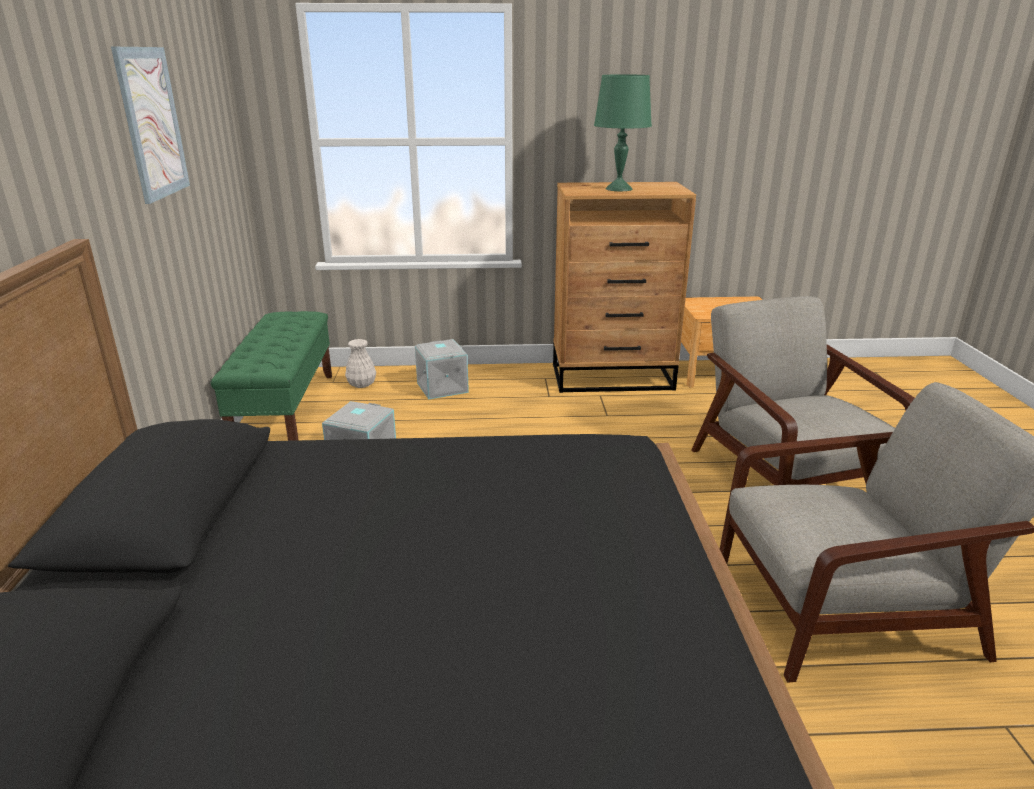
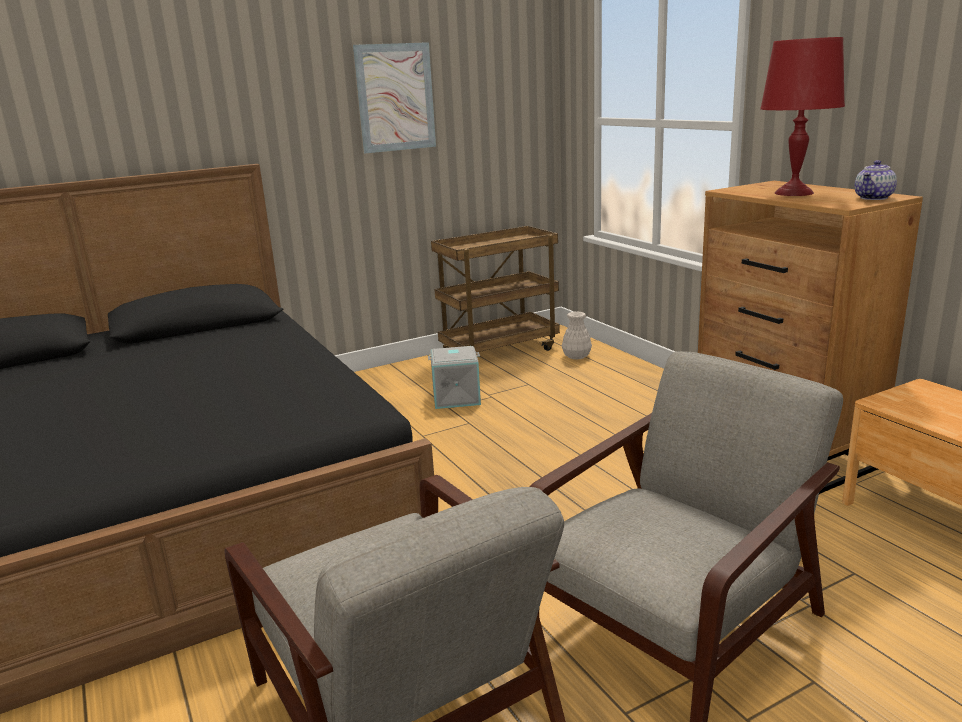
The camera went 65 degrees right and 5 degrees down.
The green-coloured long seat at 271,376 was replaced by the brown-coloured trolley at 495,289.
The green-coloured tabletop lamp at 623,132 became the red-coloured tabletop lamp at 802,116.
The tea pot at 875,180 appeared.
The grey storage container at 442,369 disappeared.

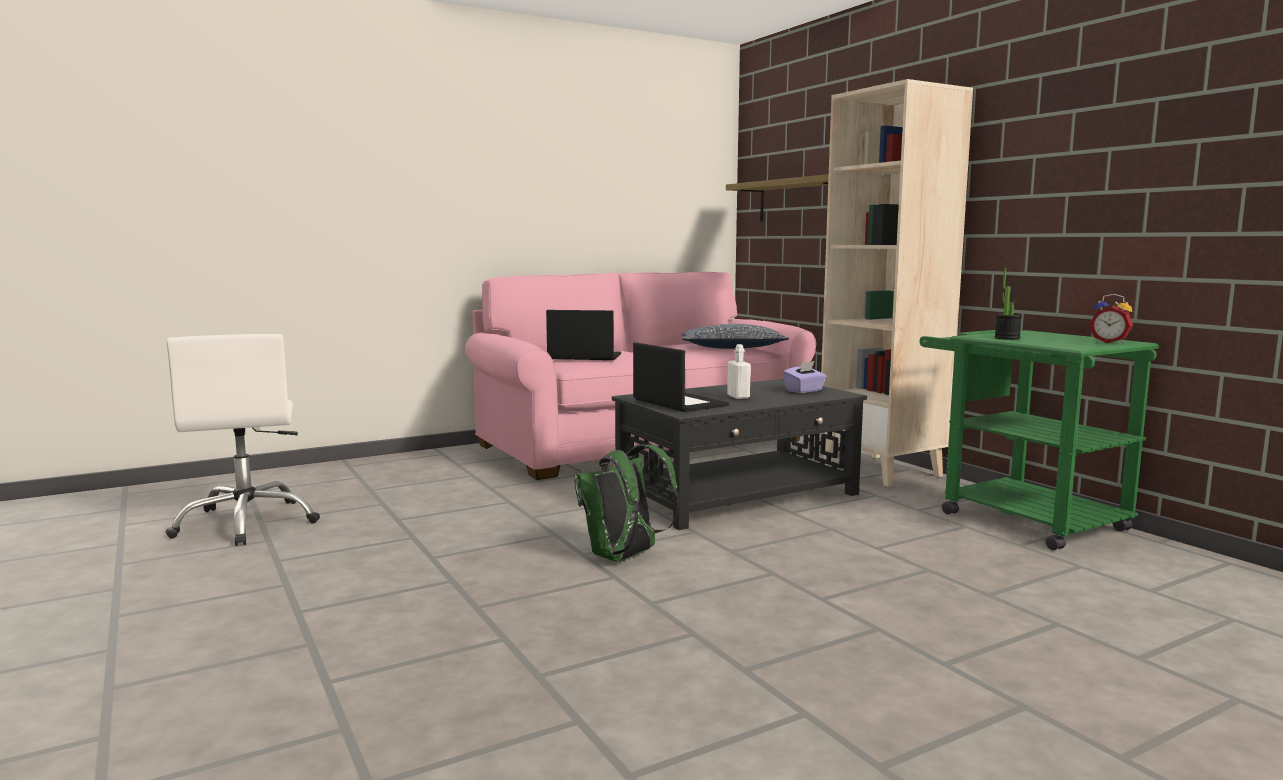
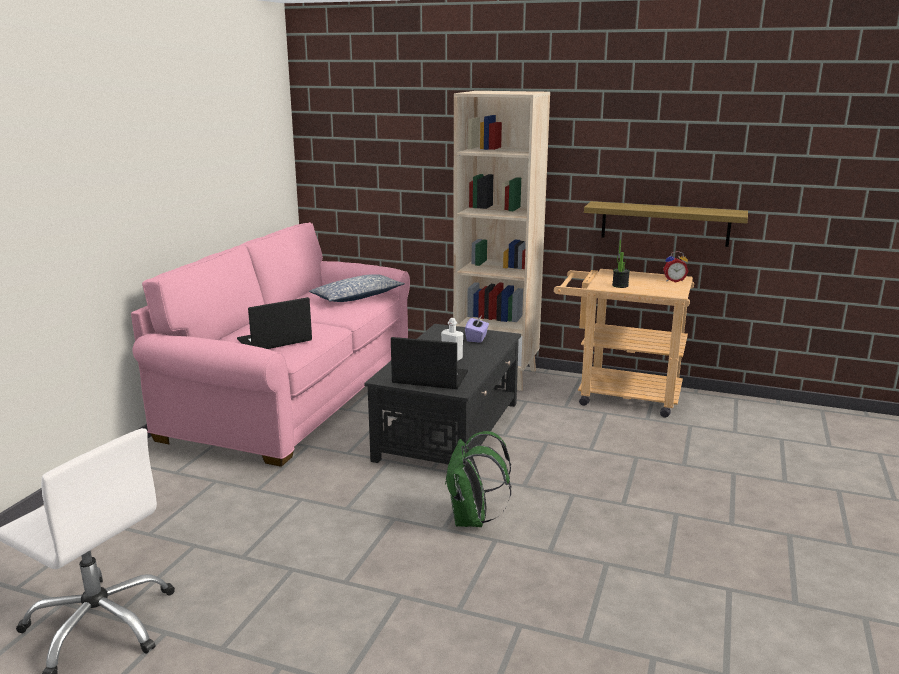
The camera went 40 degrees left and 10 degrees up.
The green-coloured trolley at 1039,440 became the beige-coloured trolley at 624,343.
The bracket shelf moved from 777,198 to 666,224.

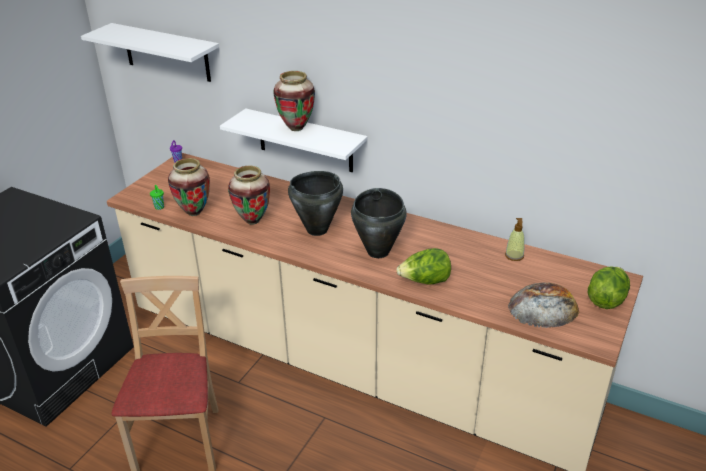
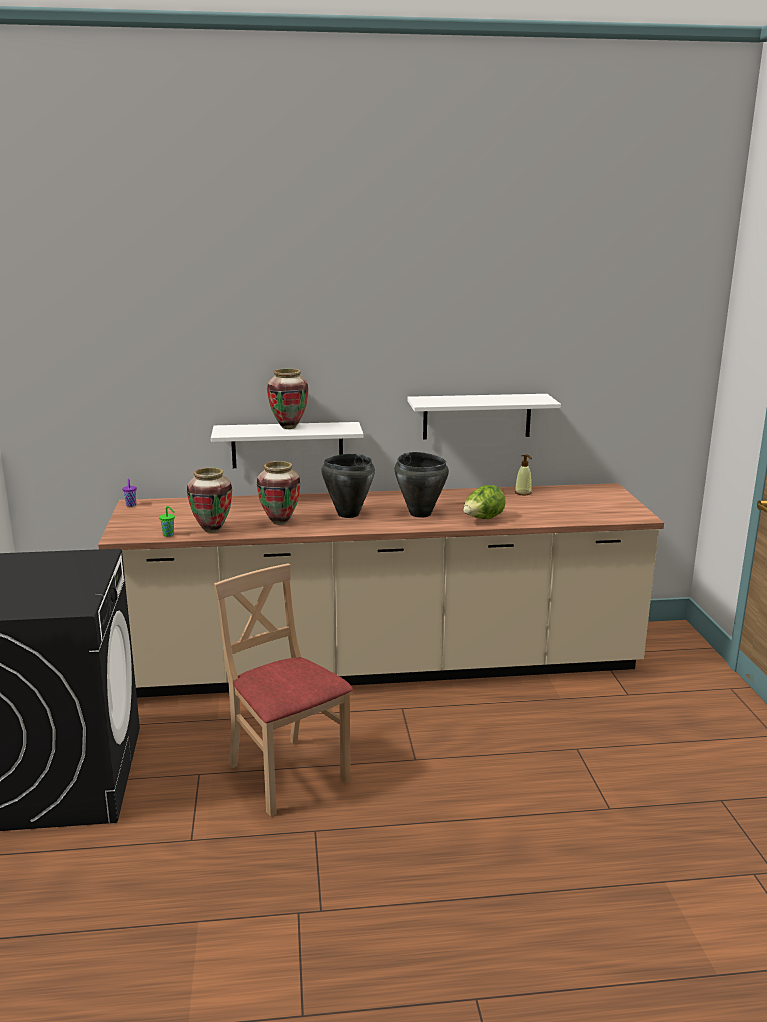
The camera went 35 degrees left and 15 degrees down.
The white bracket shelf moved from 150,52 to 484,416.
The baked bread at 543,305 disappeared.
The lettuce head at 609,287 disappeared.

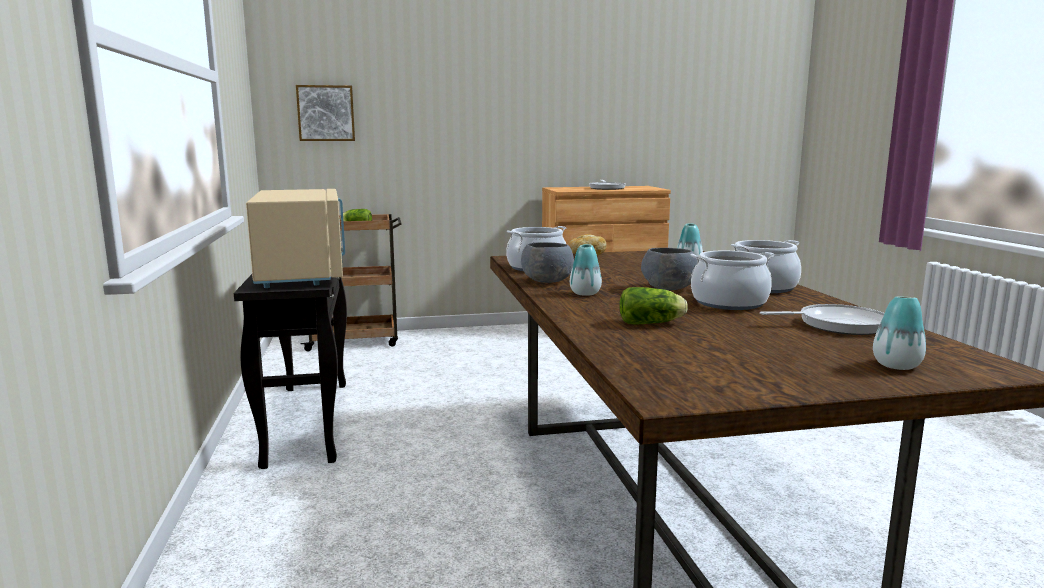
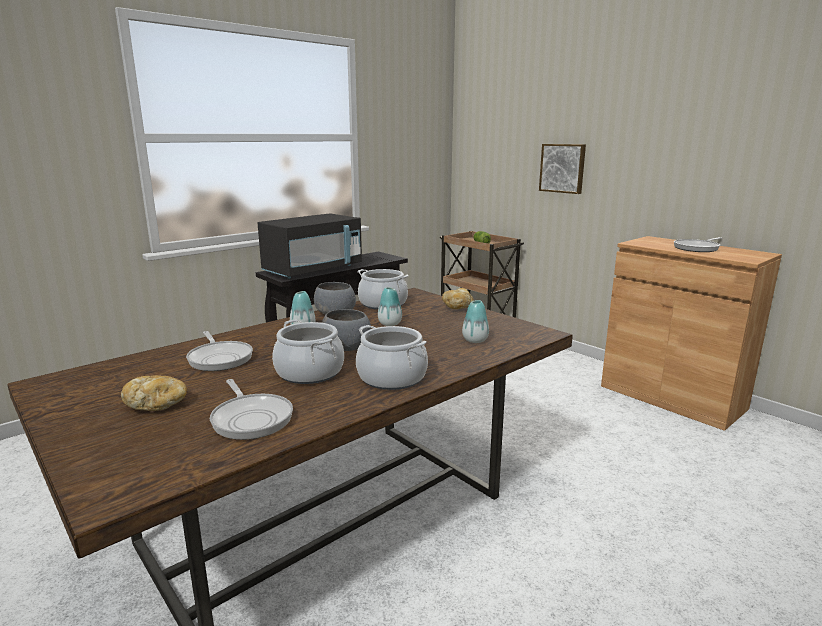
The camera went 60 degrees right and 5 degrees up.
The baked bread at 154,393 appeared.
The lettuce head at 653,305 was replaced by the frying pan at 219,351.
The beige-coloured kitchen microwave at 295,238 became the black-coloured kitchen microwave at 310,246.
The vase moved from 899,333 to 390,306.
The wall picture moved from 325,113 to 562,169.

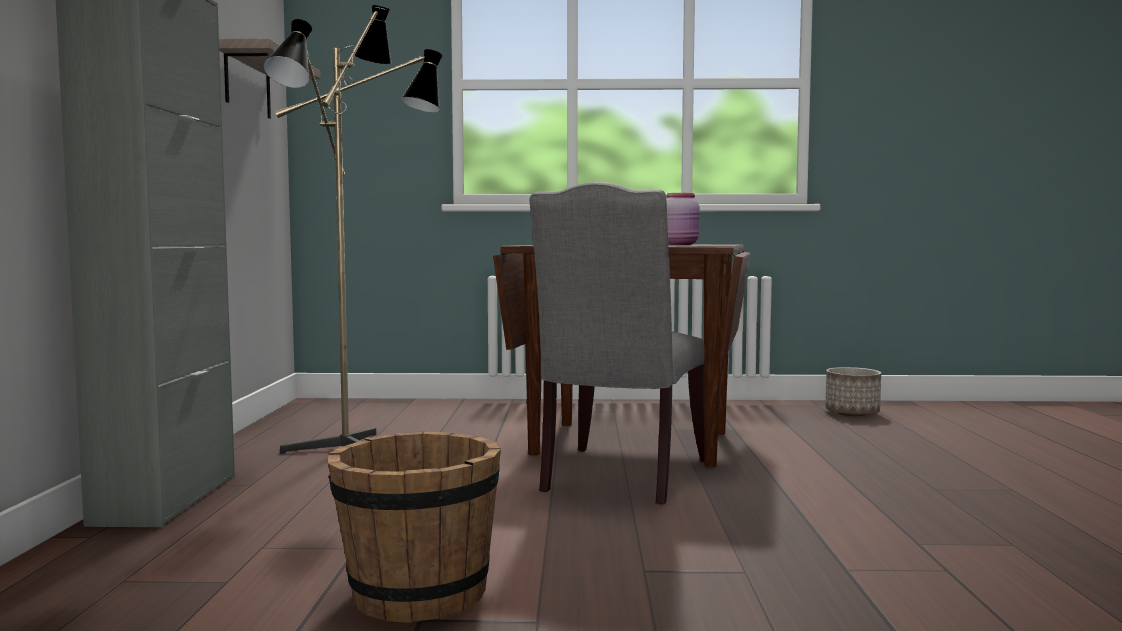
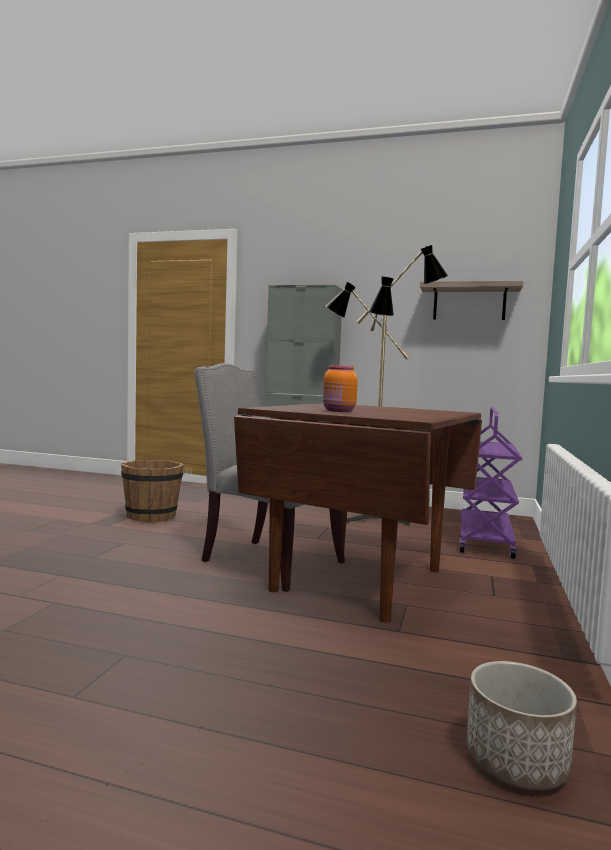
The camera went 105 degrees right and 0 degrees up.
The pinkish preserve jar at 683,219 became the orangey preserve jar at 340,388.
The purplish trolley at 490,483 appeared.

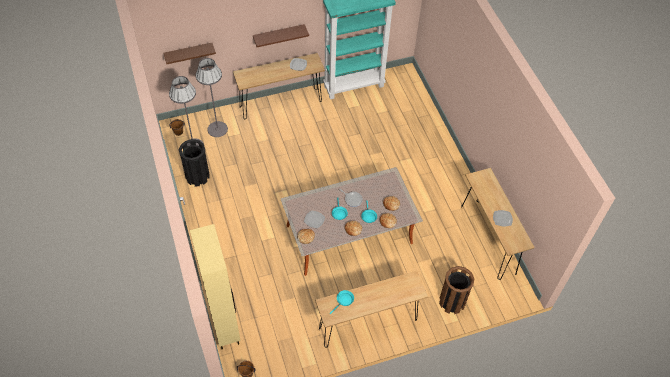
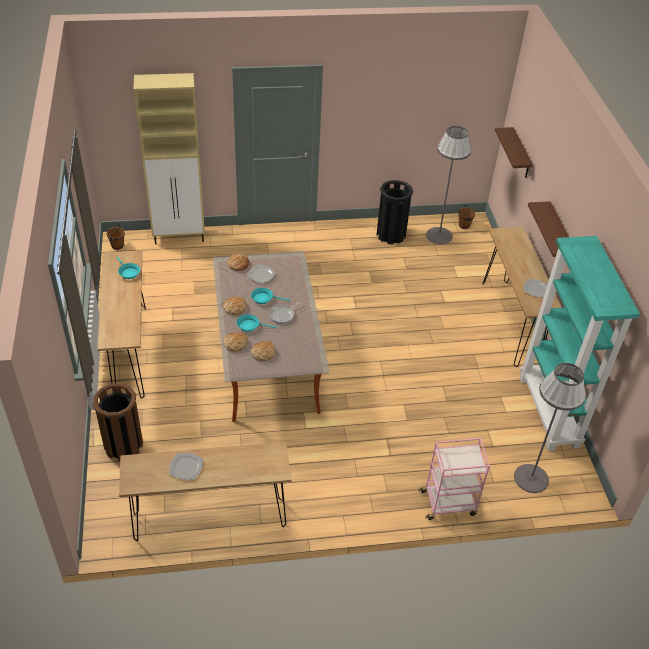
The camera went 100 degrees right and 10 degrees down.
The pinkish trolley at 454,479 appeared.
The grey standard lamp moved from 212,97 to 550,428.

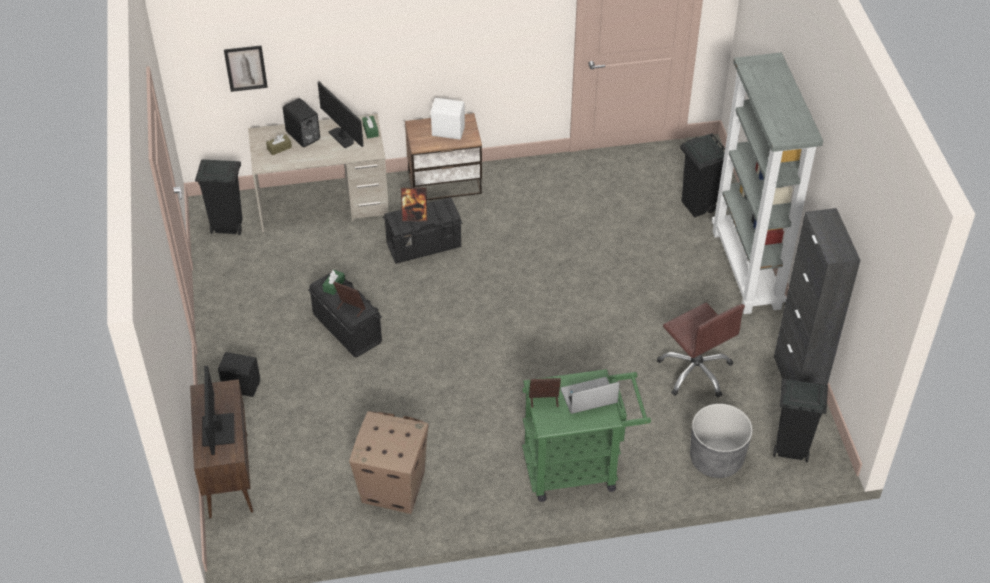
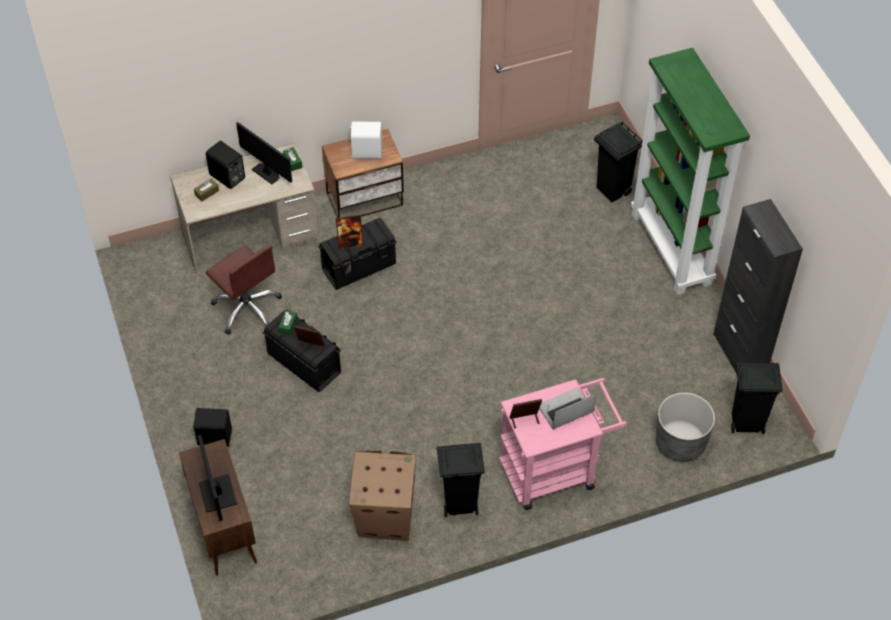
The camera went 10 degrees left and 5 degrees up.
The brown-coloured office chair moved from 701,350 to 243,290.
The black-coloured waste bin moved from 219,197 to 461,480.
The green-coloured trolley at 586,435 became the pinkish trolley at 563,444.
The grey shelving unit at 767,183 became the green-coloured shelving unit at 690,171.
The wall picture at 246,68 disappeared.

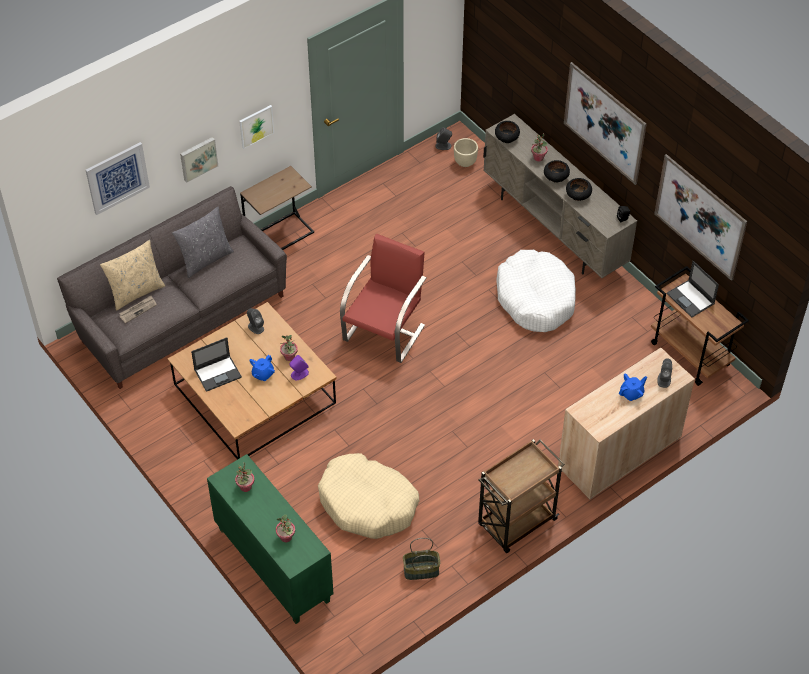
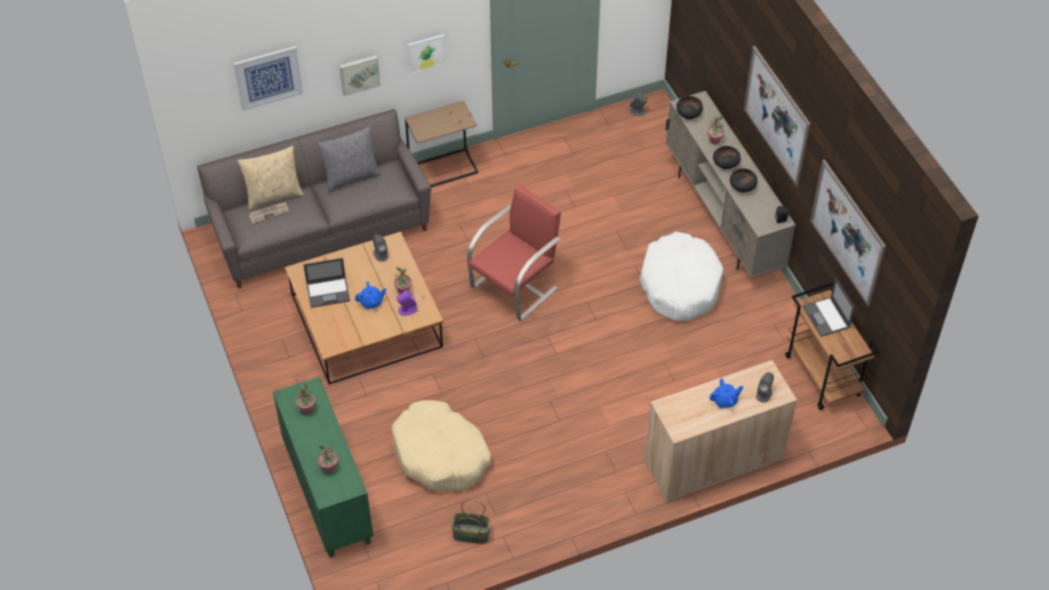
The camera went 15 degrees right and 0 degrees up.
The blue tea pot at 262,368 turned 150 degrees counterclockwise.
The beige-coloured planter at 466,152 disappeared.
The brown-coloured trolley at 521,496 disappeared.

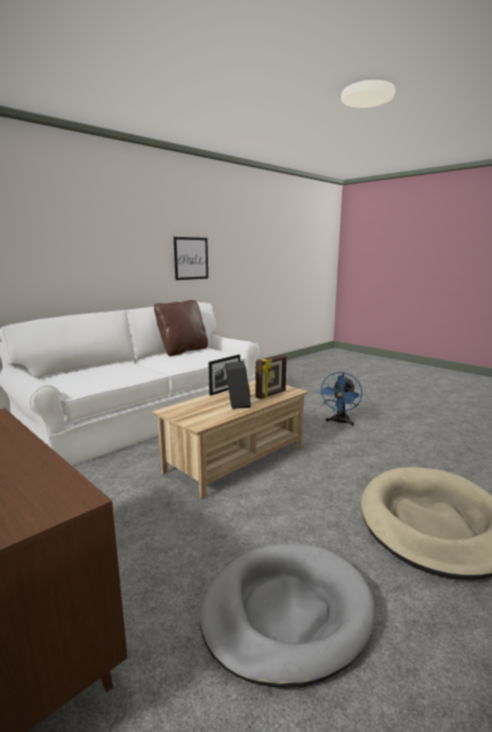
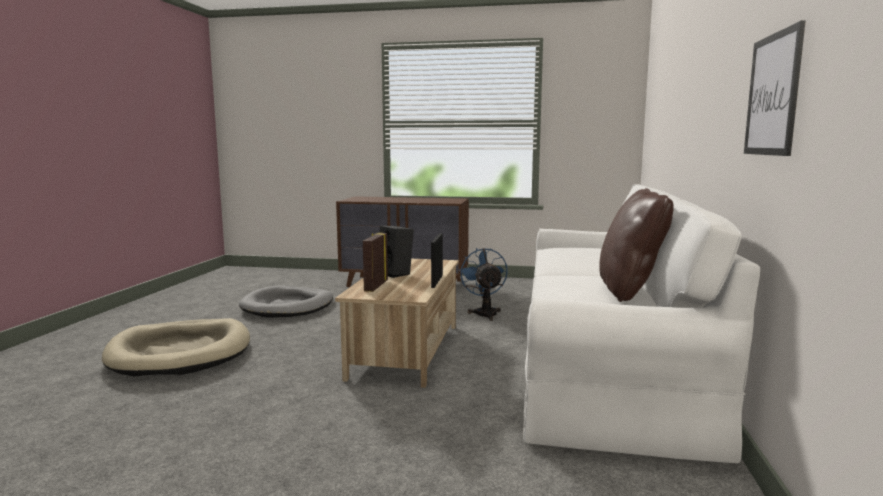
The camera went 145 degrees right and 5 degrees down.
The blue cooling fan moved from 340,399 to 483,284.

